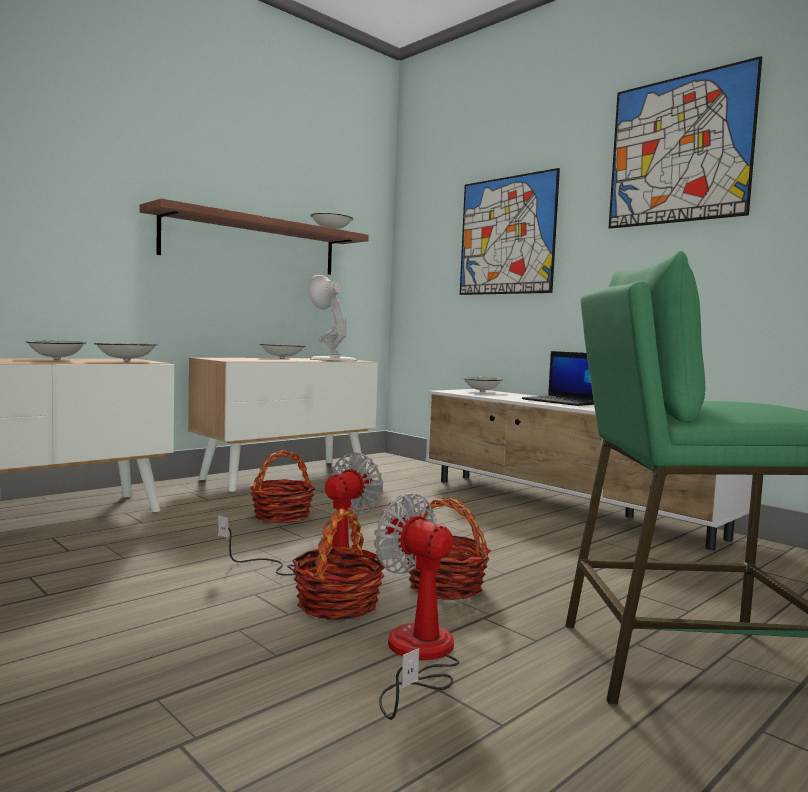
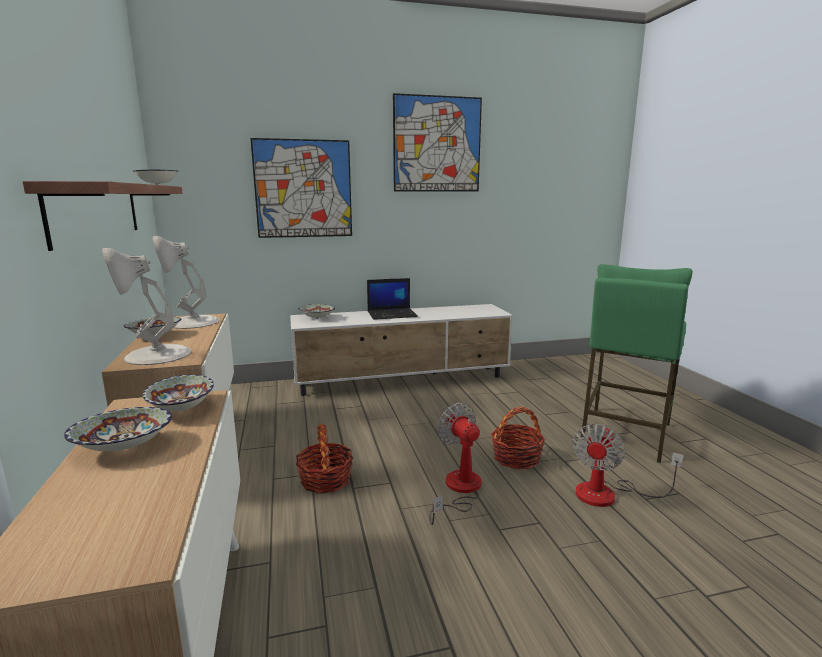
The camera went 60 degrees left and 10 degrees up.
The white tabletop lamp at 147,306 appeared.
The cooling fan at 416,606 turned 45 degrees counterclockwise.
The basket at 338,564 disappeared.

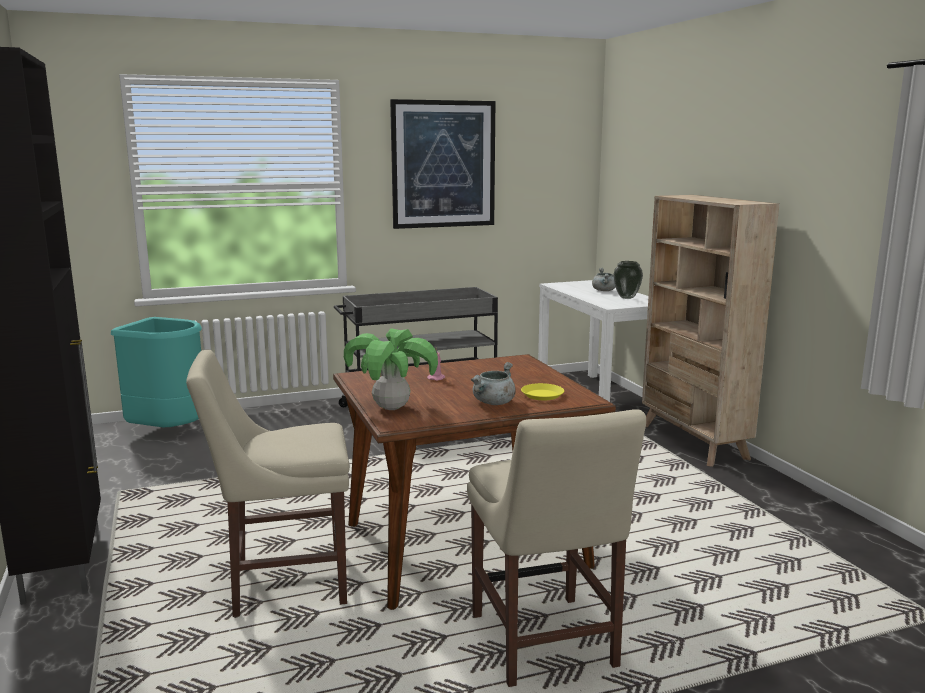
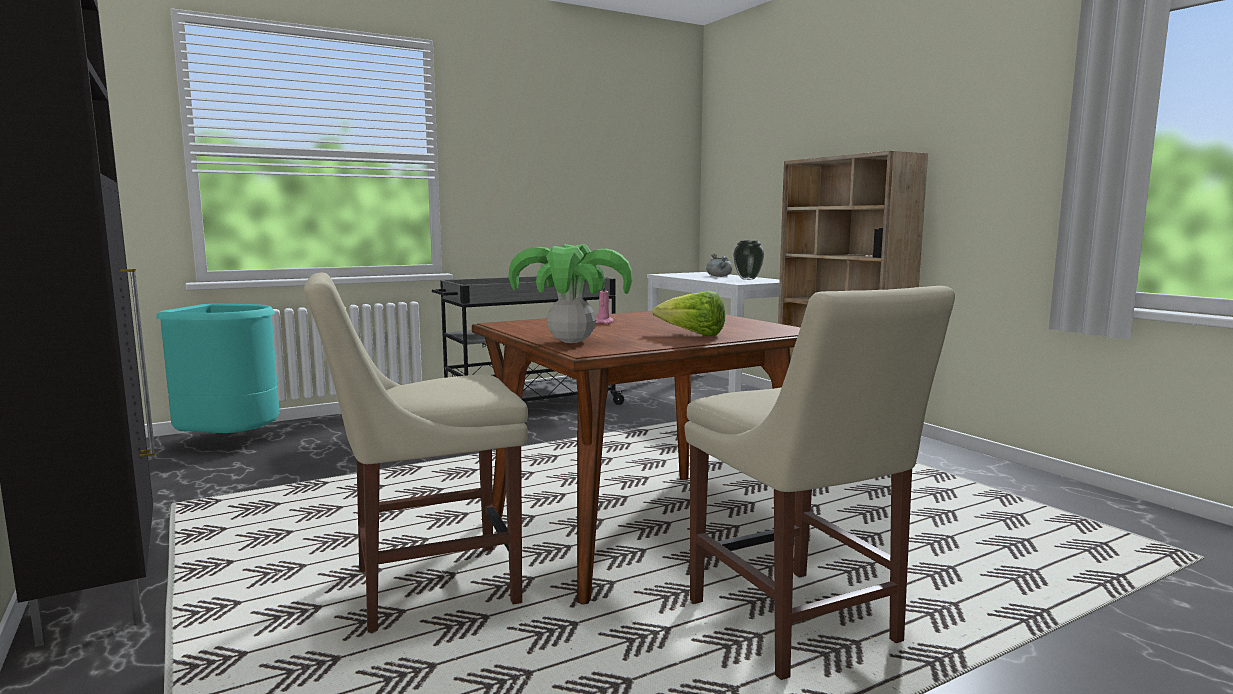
The camera went 10 degrees left and 5 degrees down.
The grey cooking pot at 493,383 was replaced by the lettuce head at 688,313.
The wall picture at 442,164 disappeared.
The yellowish flat dish at 542,391 disappeared.

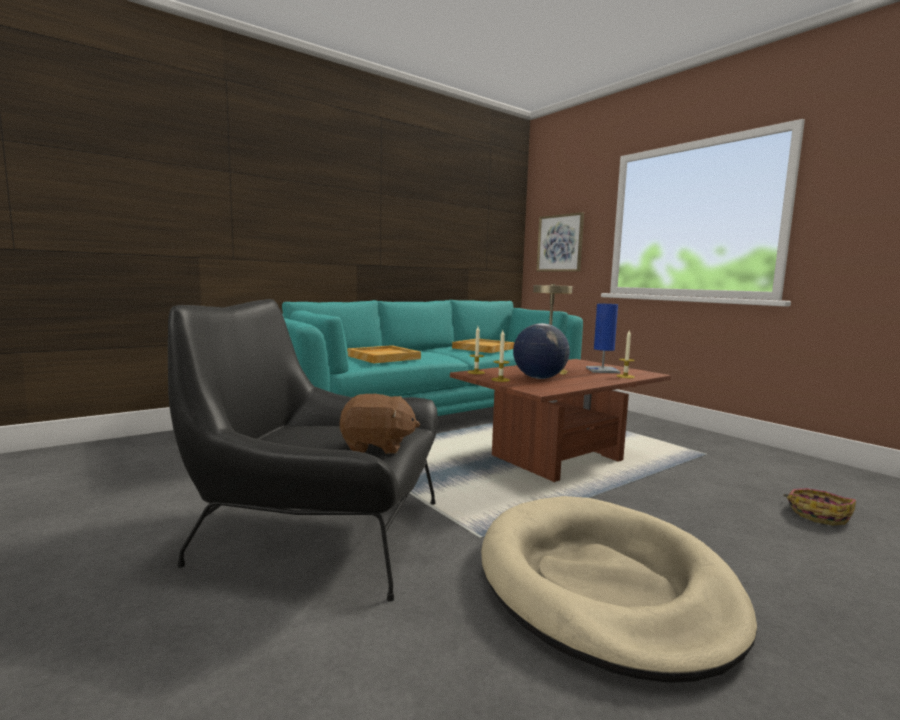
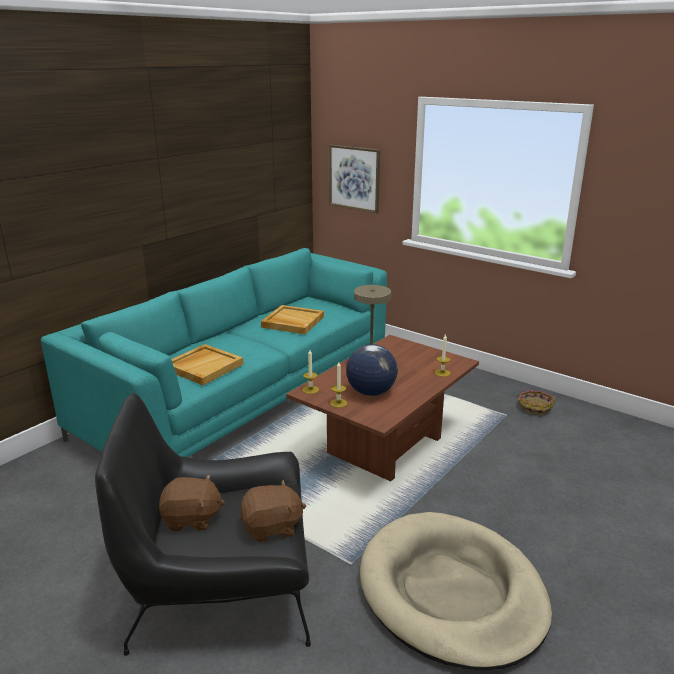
The camera went 15 degrees left and 15 degrees up.
The brown-coloured plush toy at 192,502 appeared.
The basket moved from 819,506 to 535,402.
The blue tabletop lamp at 603,338 disappeared.

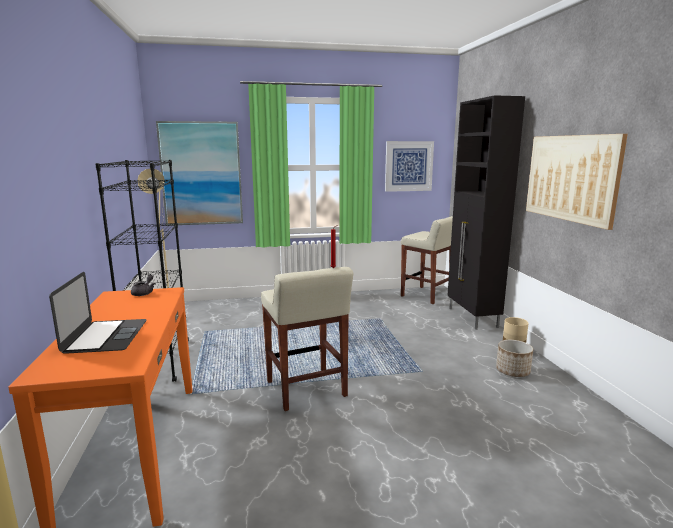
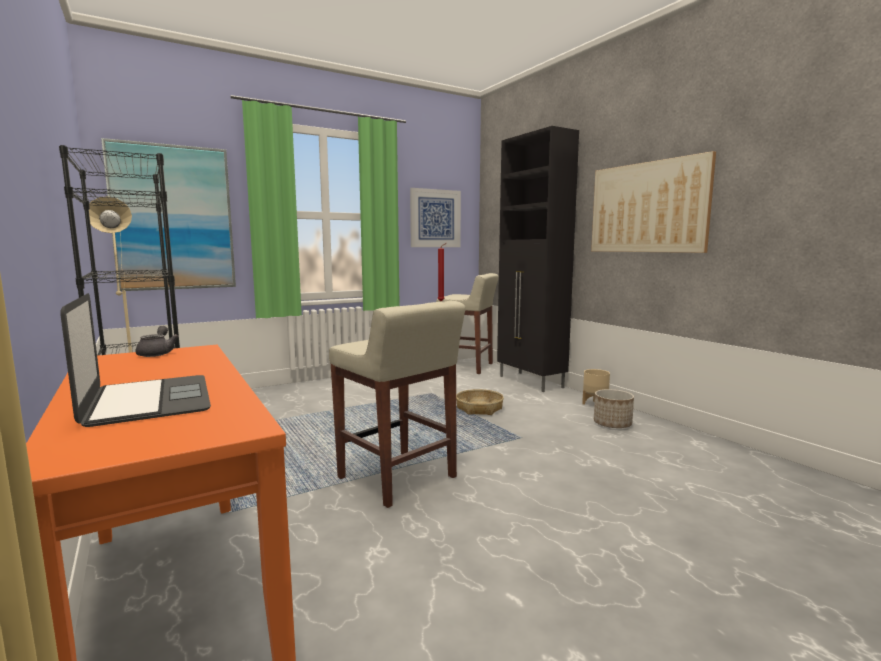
The camera went 20 degrees left and 5 degrees down.
The basket at 480,402 appeared.

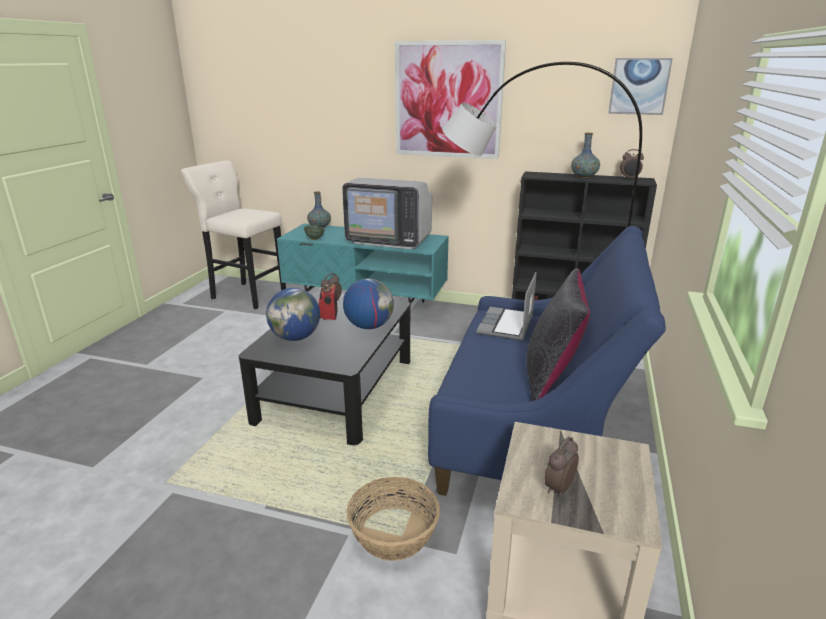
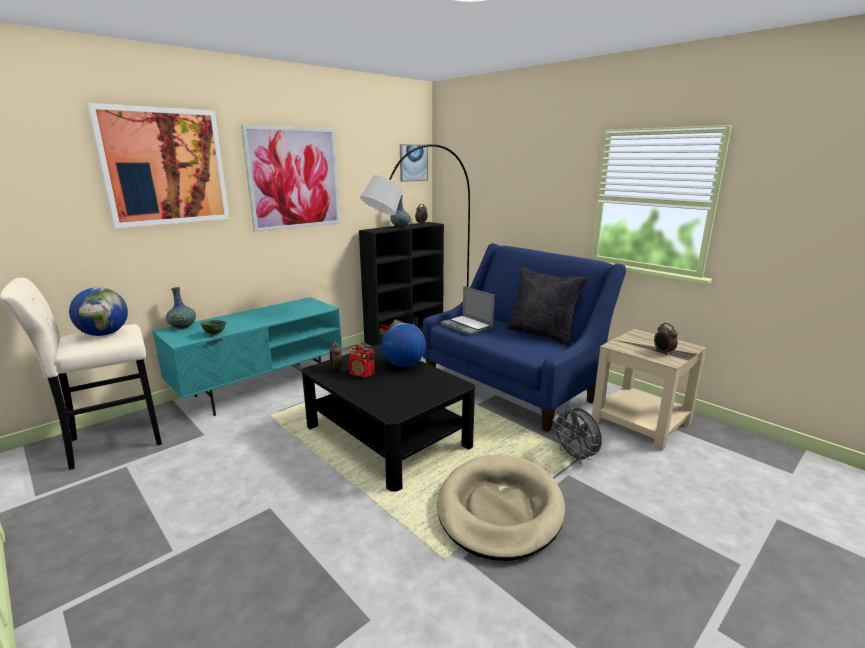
The camera went 60 degrees left and 5 degrees down.
The desk globe moved from 293,314 to 98,311.
The wall picture at 158,165 appeared.
The beige-coloured pet bed at 501,508 appeared.
The basket at 393,519 was replaced by the grey cooling fan at 577,435.
The TV at 387,213 disappeared.

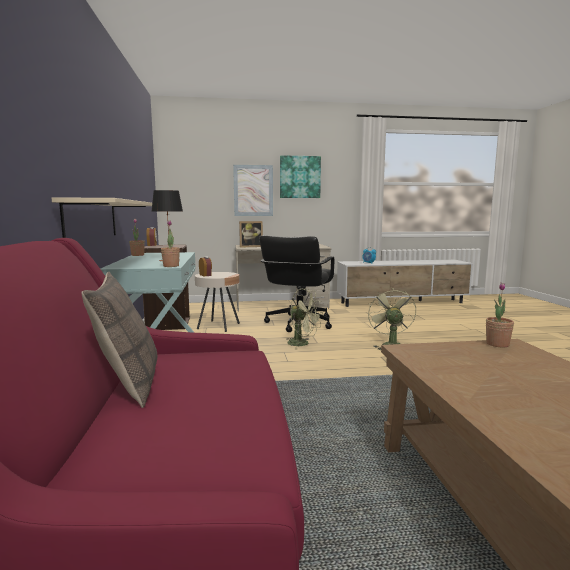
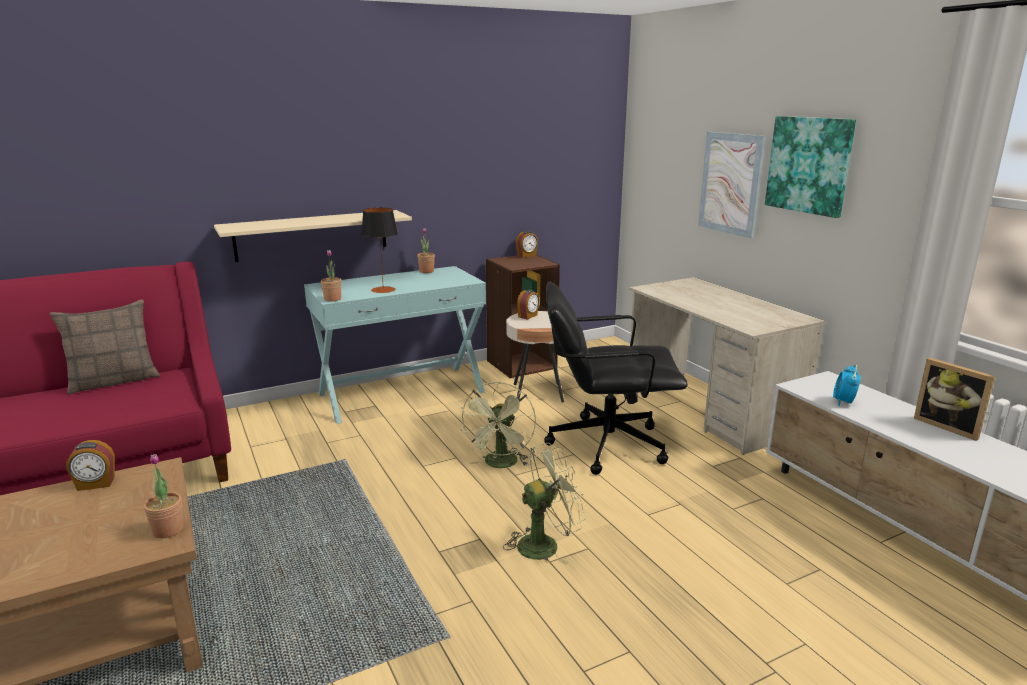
The camera went 70 degrees right and 10 degrees up.
The table clock at 90,465 appeared.
The standing frame moved from 251,234 to 954,399.

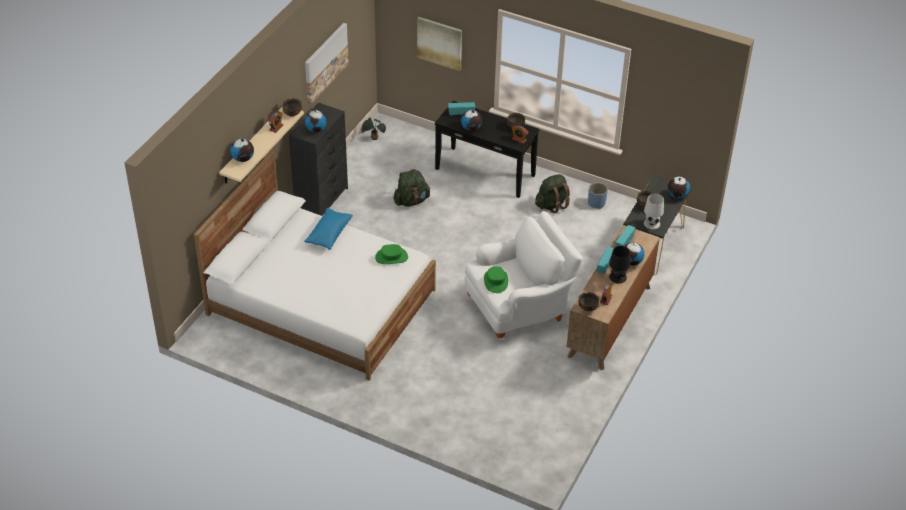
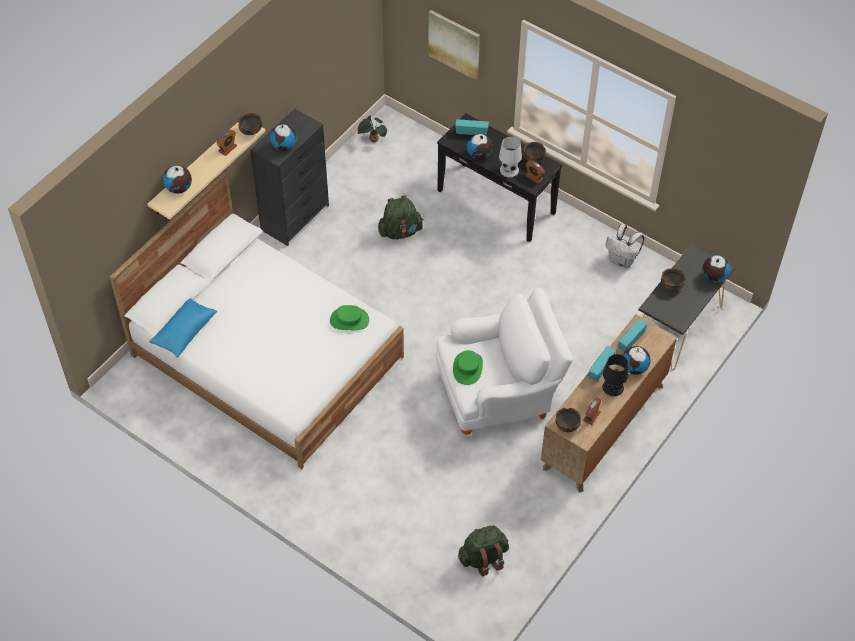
The camera went 10 degrees right and 10 degrees up.
The blue pillow moved from 328,229 to 183,328.
The green-coloured backpack moved from 552,194 to 483,551.
The white tabletop lamp moved from 654,212 to 510,157.
The blue planter at 598,196 was replaced by the white backpack at 625,246.
The wall picture at 327,63 disappeared.

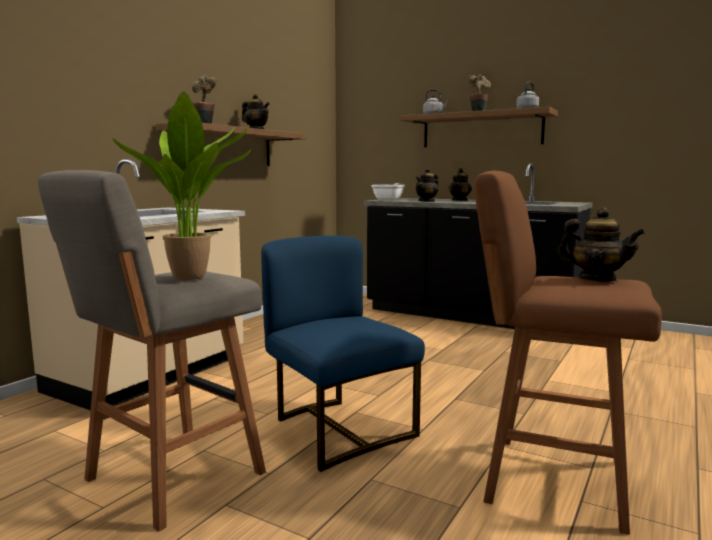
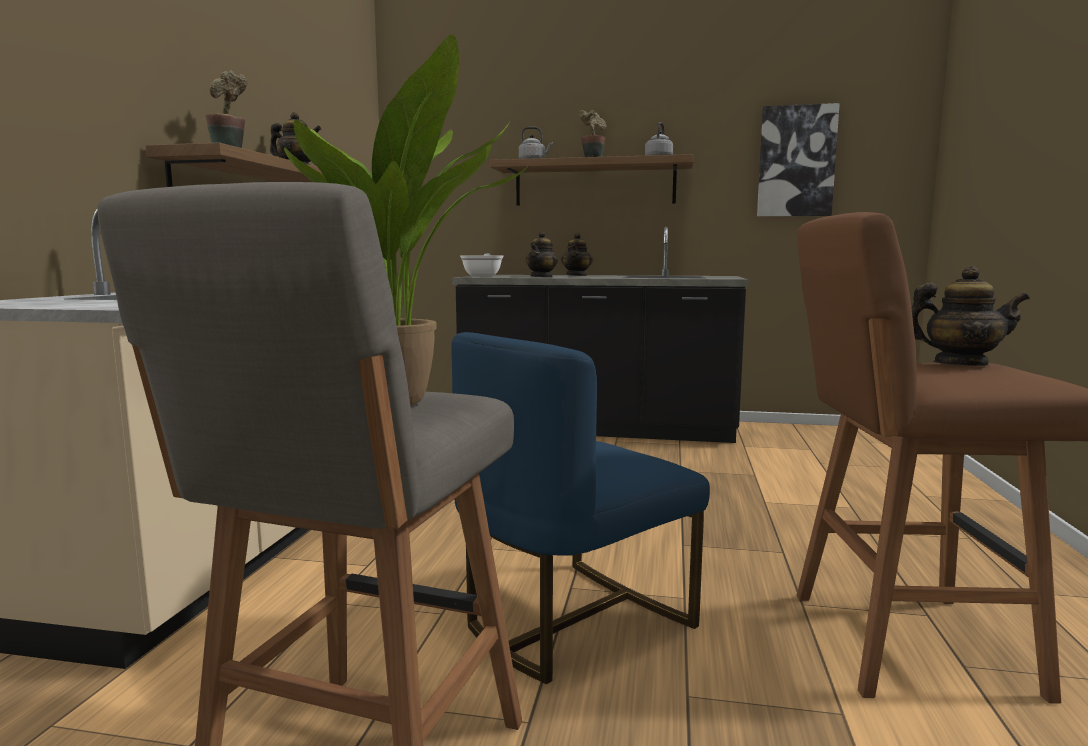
The camera went 20 degrees left and 0 degrees up.
The blue upright chair at 343,354 turned 75 degrees counterclockwise.
The wall picture at 798,160 appeared.

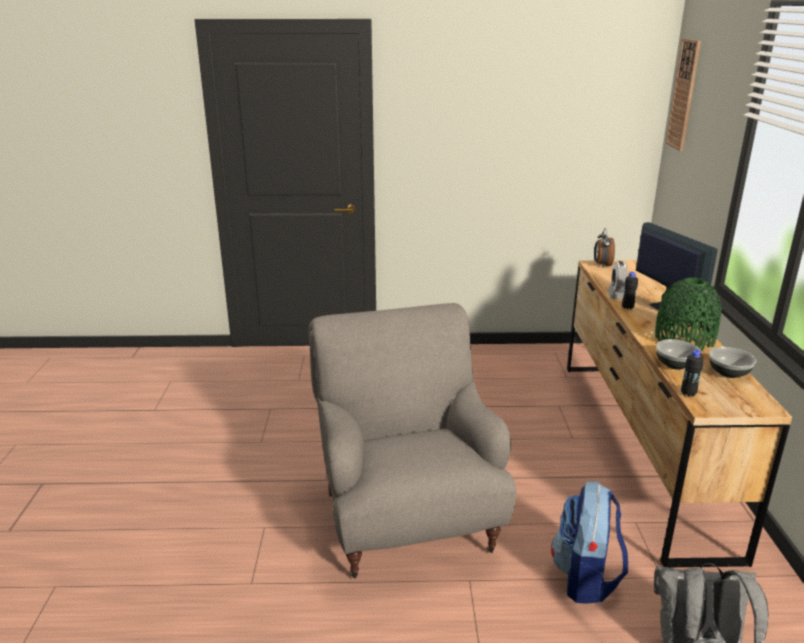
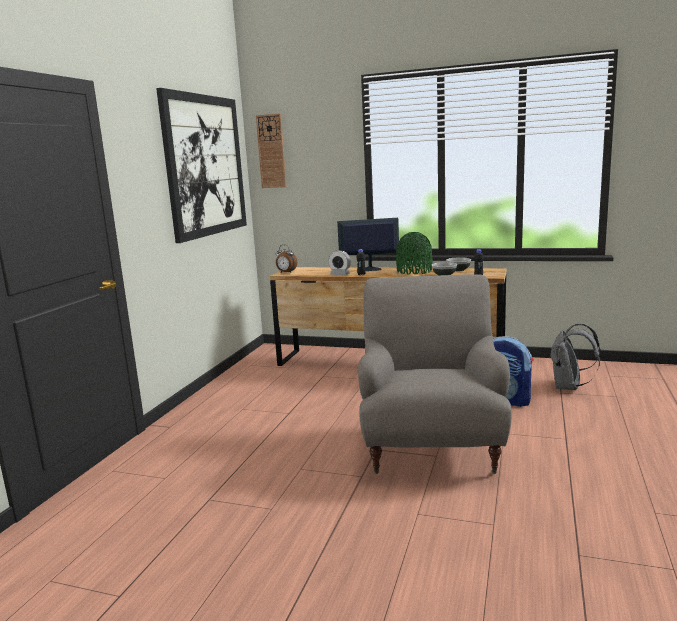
The camera went 70 degrees left and 10 degrees down.
The wall picture at 201,165 appeared.
The grey armchair at 412,440 turned 90 degrees clockwise.

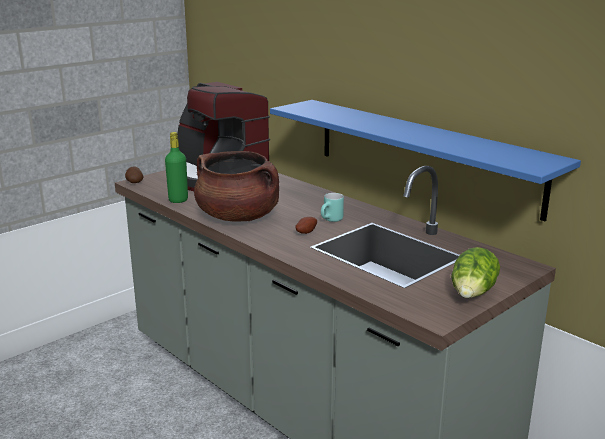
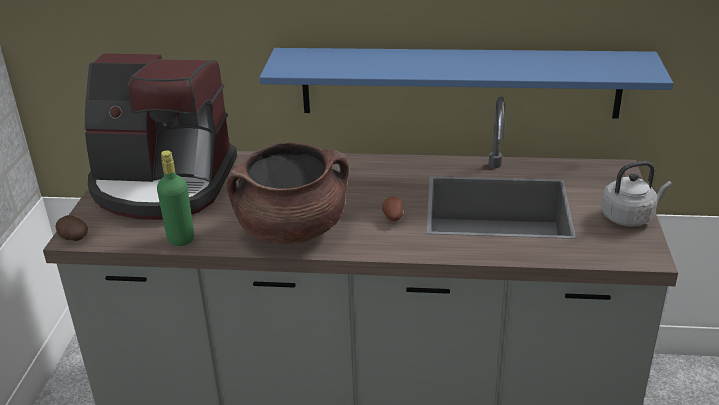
The camera went 40 degrees left and 10 degrees up.
The lettuce head at 475,272 was replaced by the grey water kettle at 636,194.
The turquoise-coloured mug at 332,207 disappeared.

